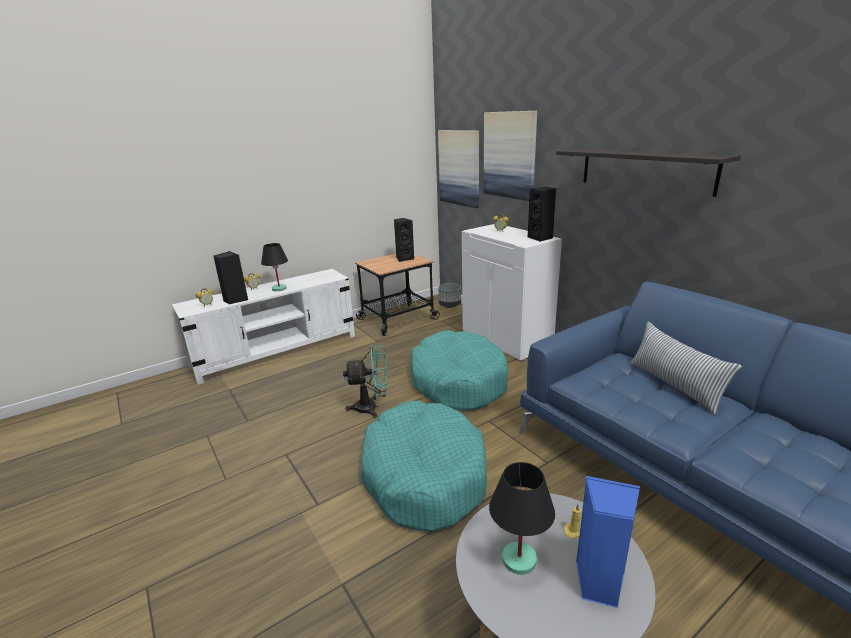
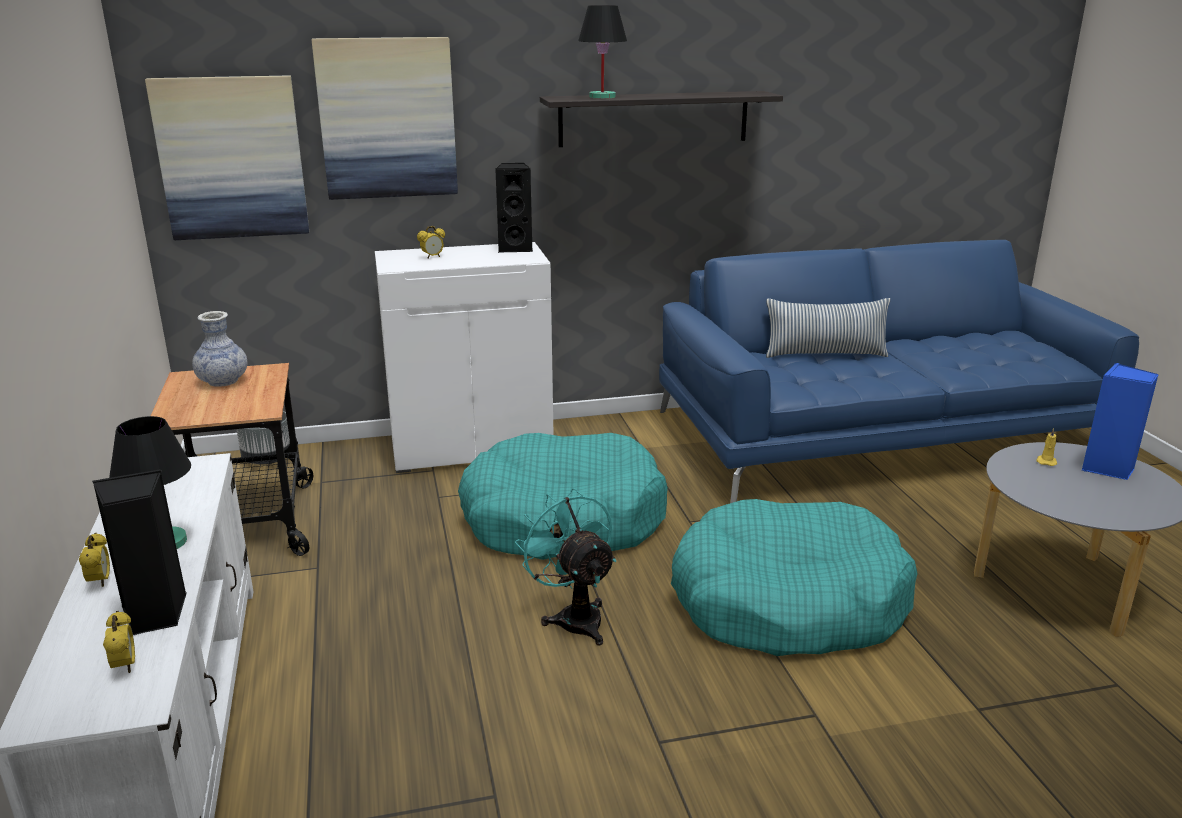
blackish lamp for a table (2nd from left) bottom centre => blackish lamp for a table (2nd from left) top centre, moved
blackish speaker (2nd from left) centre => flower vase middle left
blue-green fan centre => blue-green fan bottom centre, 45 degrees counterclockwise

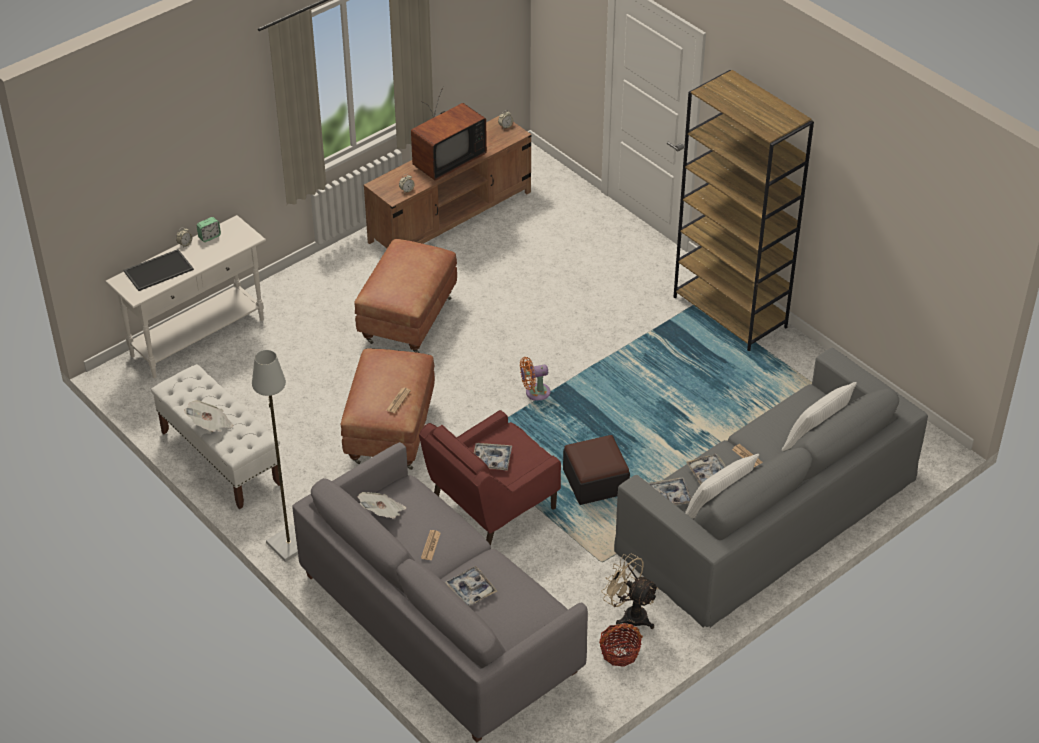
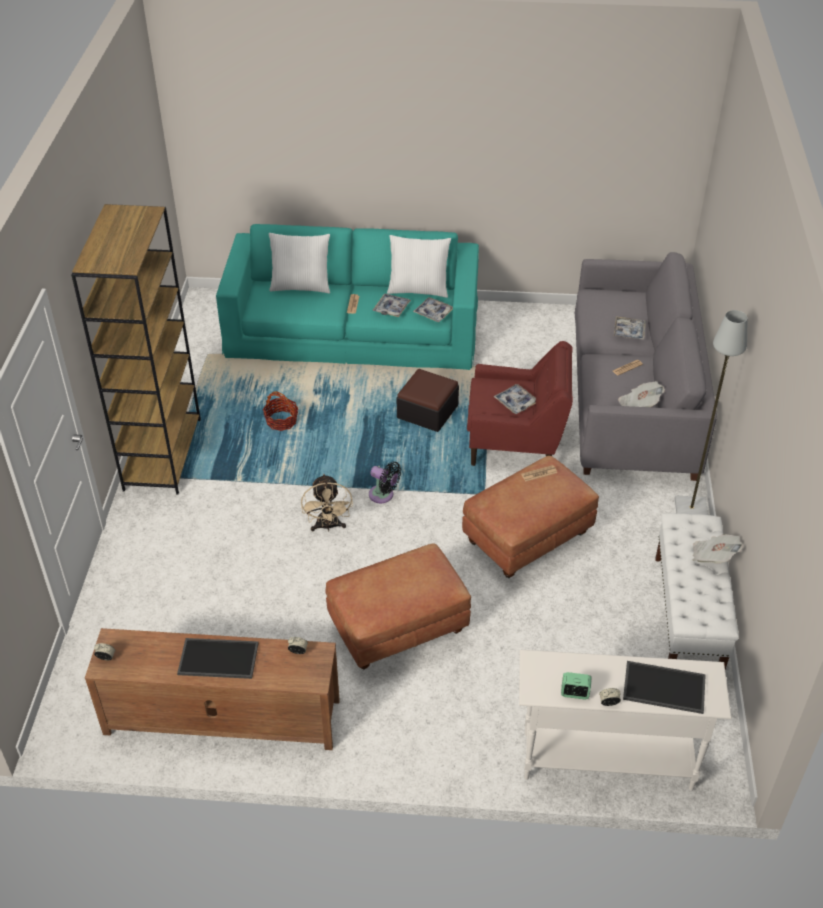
basket bottom centre => basket centre, moved
sand-coloured fan bottom centre => sand-coloured fan centre, moved
TV set top centre => tray (1st from left) bottom left
orangey fan centre => blackish fan centre
grey sofa (2nd from left) middle right => blue-green sofa top centre

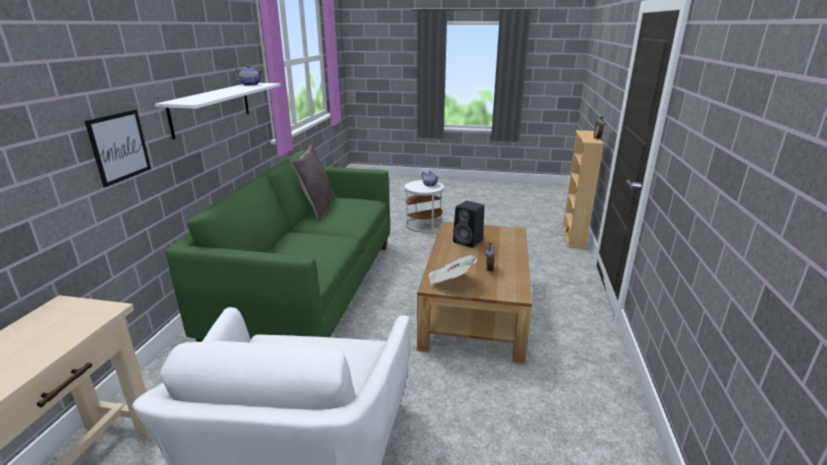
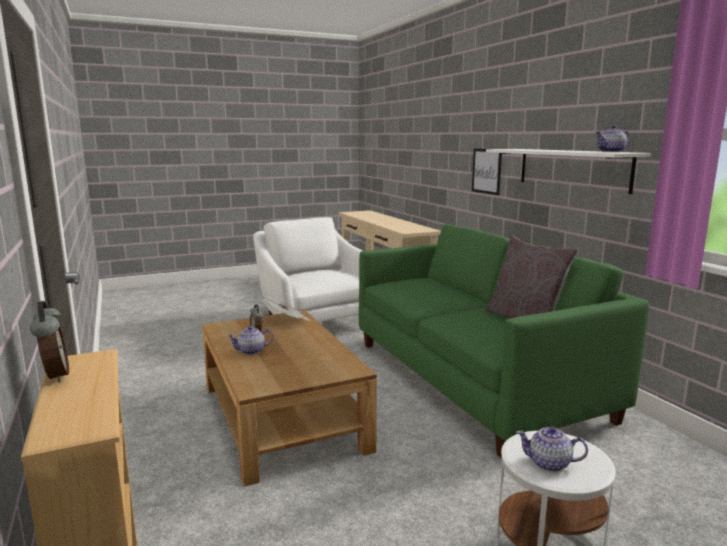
blackish speaker centre => nothing
nothing => teapot (1st from left) centre

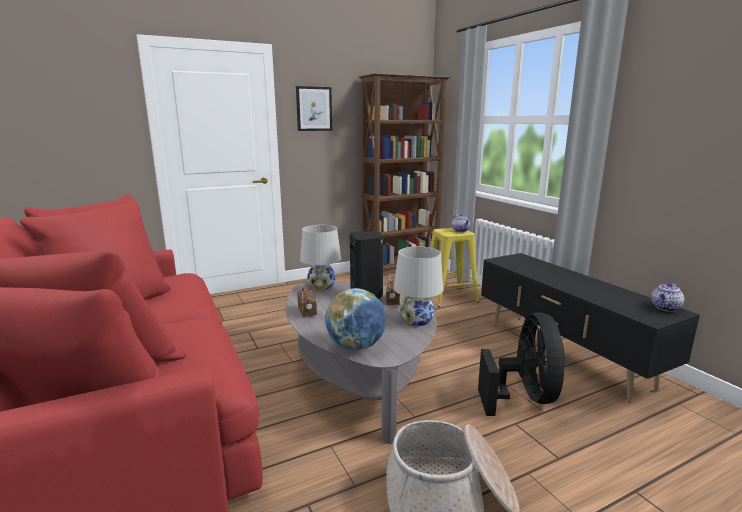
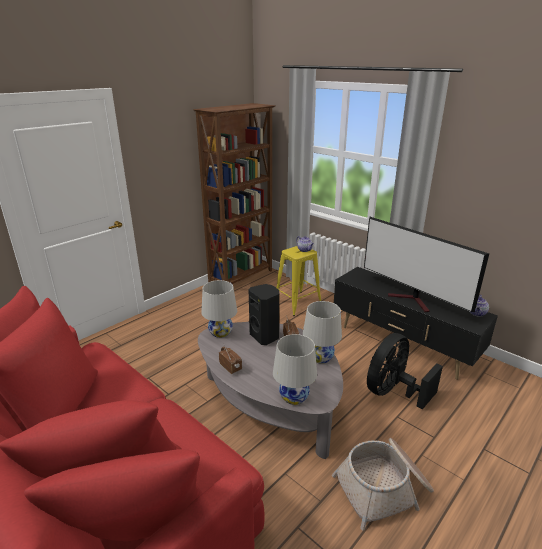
picture top centre => nothing
nothing => TV set middle right
globe centre => white lamp for a table (2nd from left) bottom centre
blackish fan bottom right, 120 degrees counterclockwise

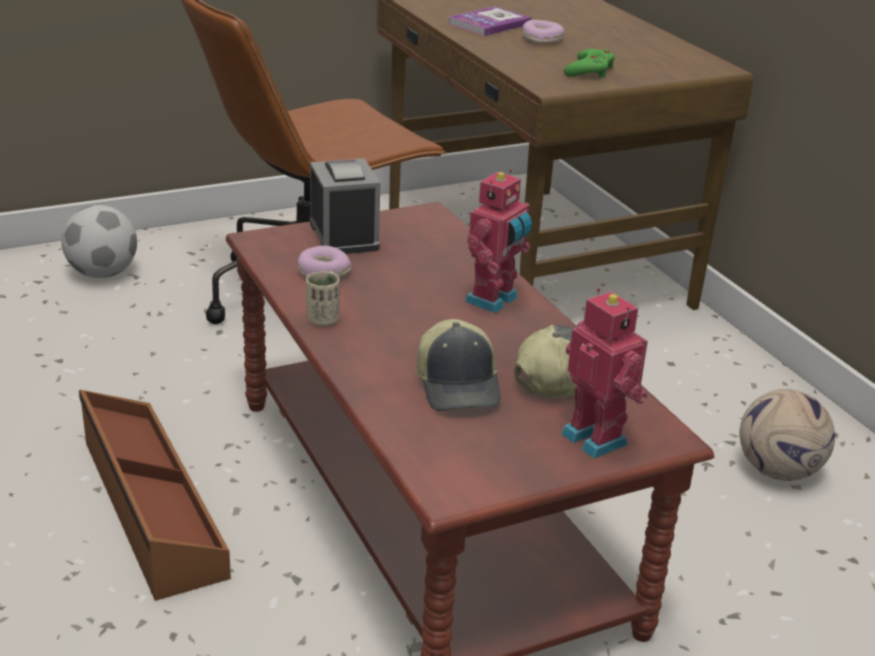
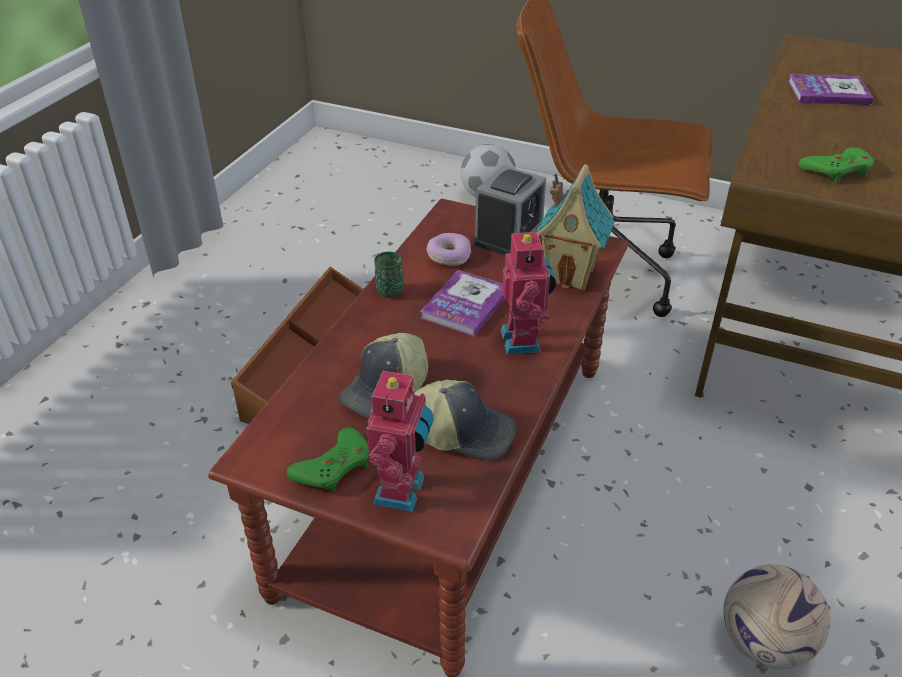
donut (2nd from left) top centre => nothing
nothing => green joypad (1st from left) bottom centre
nothing => book (1st from left) centre
nothing => miniature house centre
sand-coloured drinking cup centre => green drinking cup centre
robot figure (1st from left in the first image) centre => robot figure (2nd from left) centre, 90 degrees counterclockwise

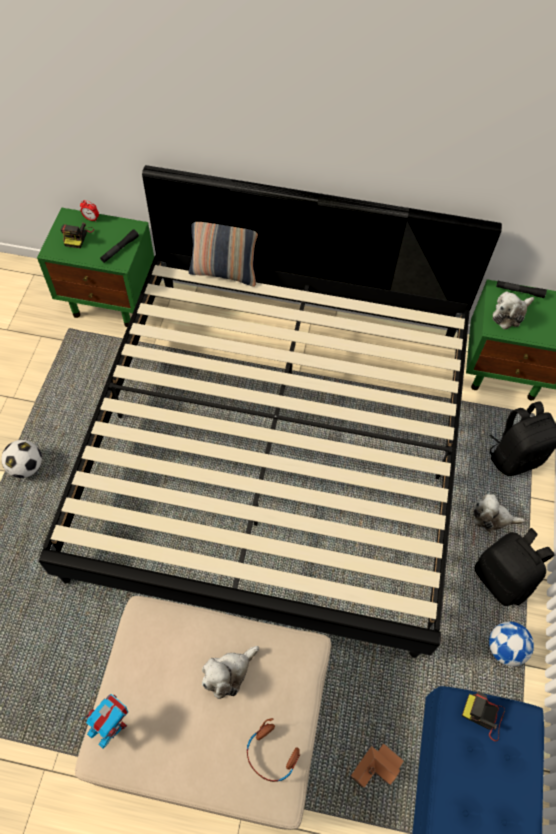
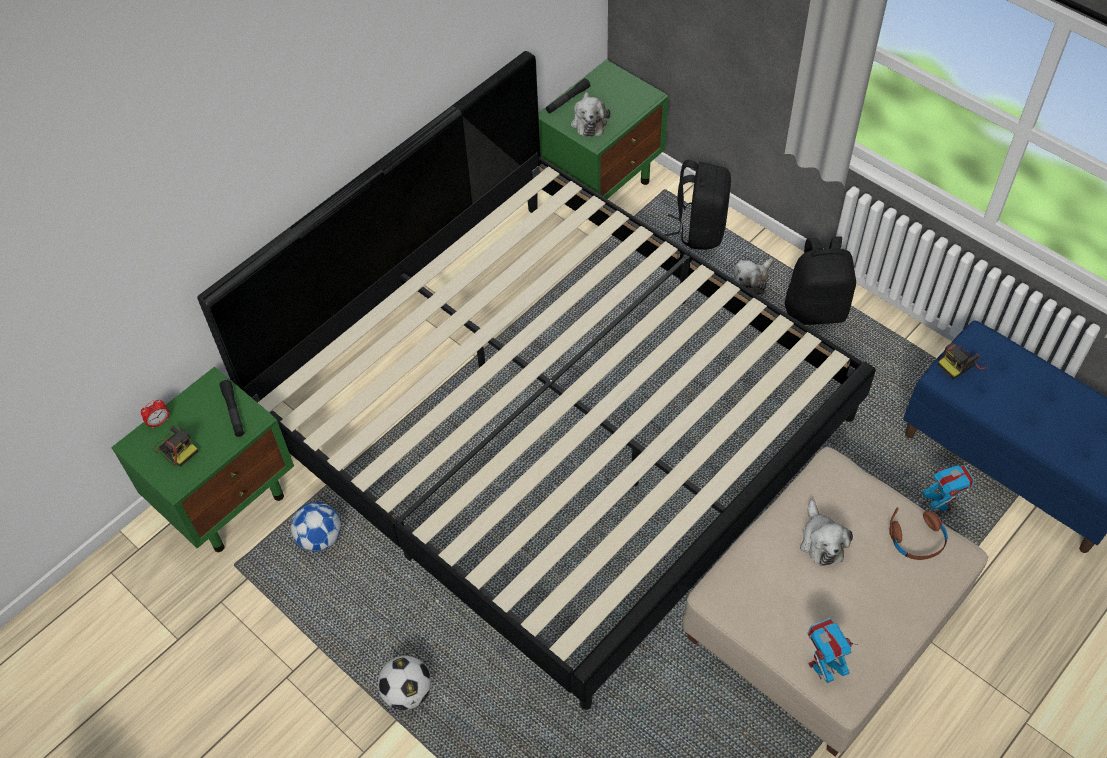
pillow top centre => nothing
football ball (2nd from left in the first image) bottom right => football ball (1st from left) bottom left, moved
miniature house bottom right => robot figure (2nd from left) middle right

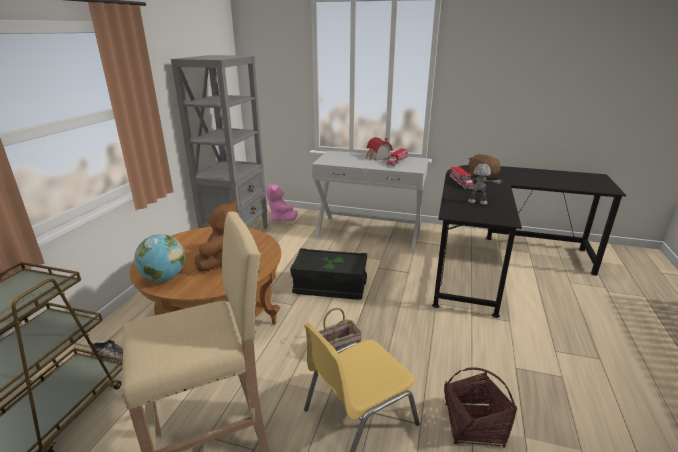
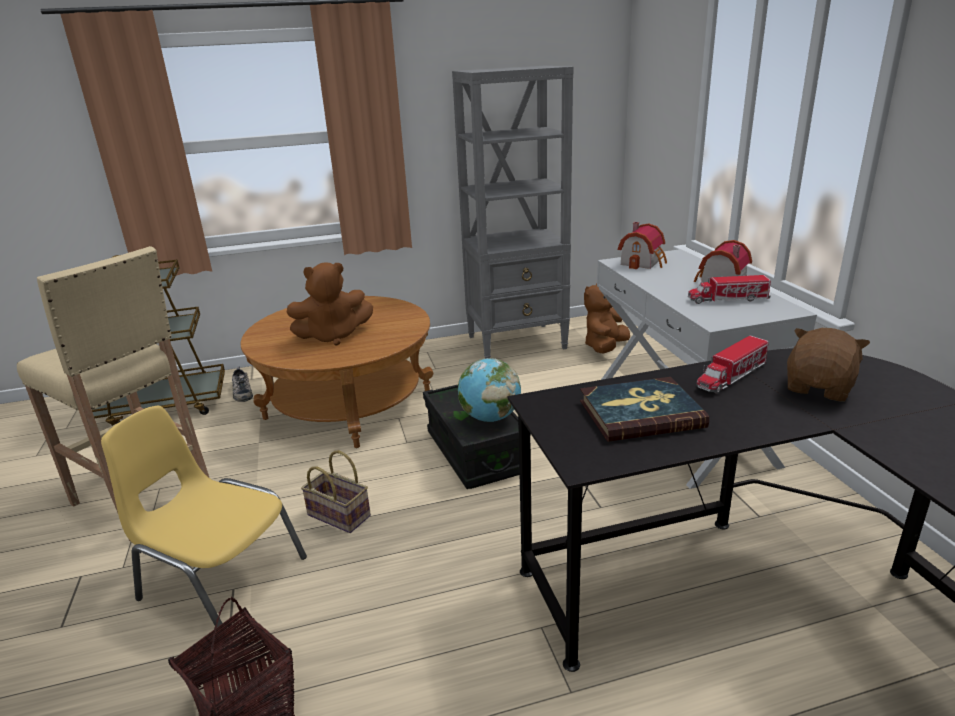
nothing => miniature house (1st from left) middle right
globe middle left => globe centre, moved
robot figure middle right => book middle right
pink soft toy centre => brownish soft toy (2nd from left) centre

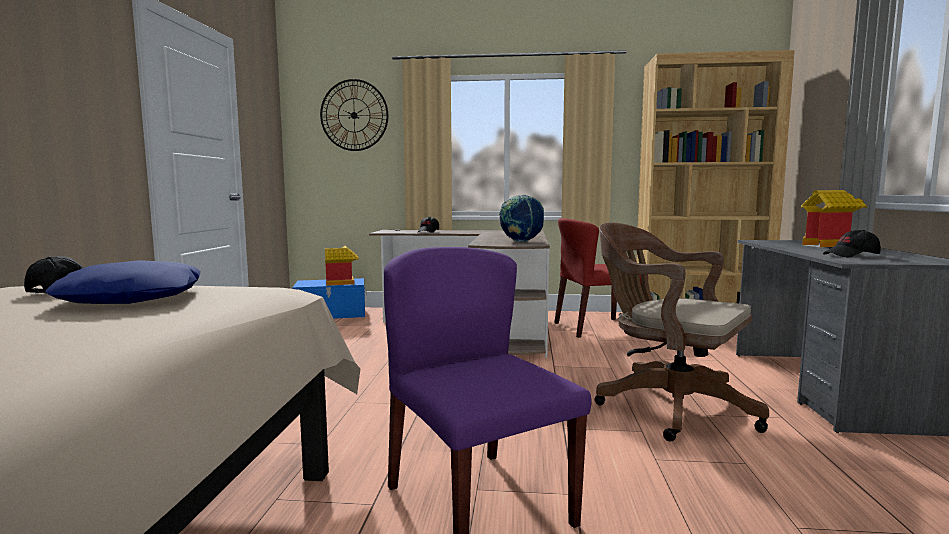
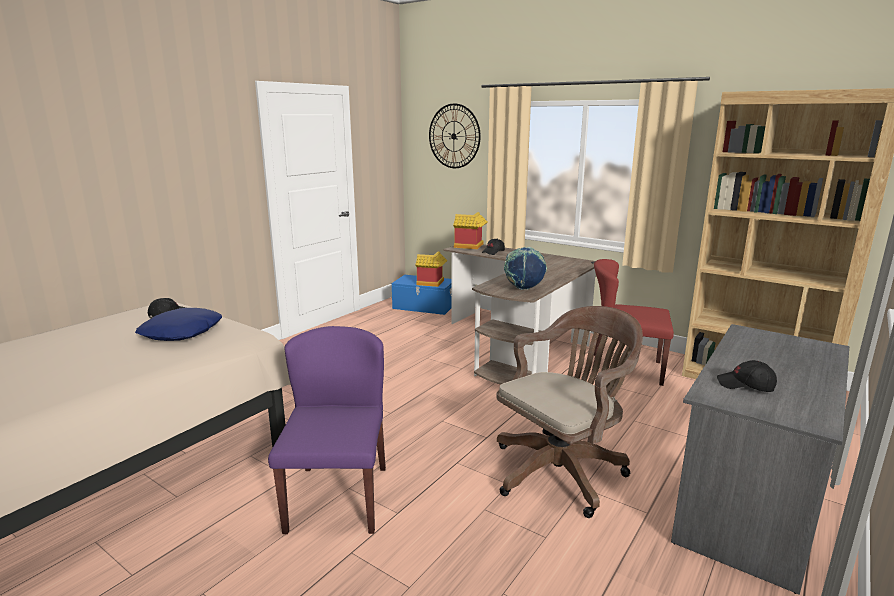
miniature house (2nd from left) middle right => miniature house (2nd from left) centre, moved
brownish desk chair middle right => brownish desk chair bottom centre, 75 degrees clockwise

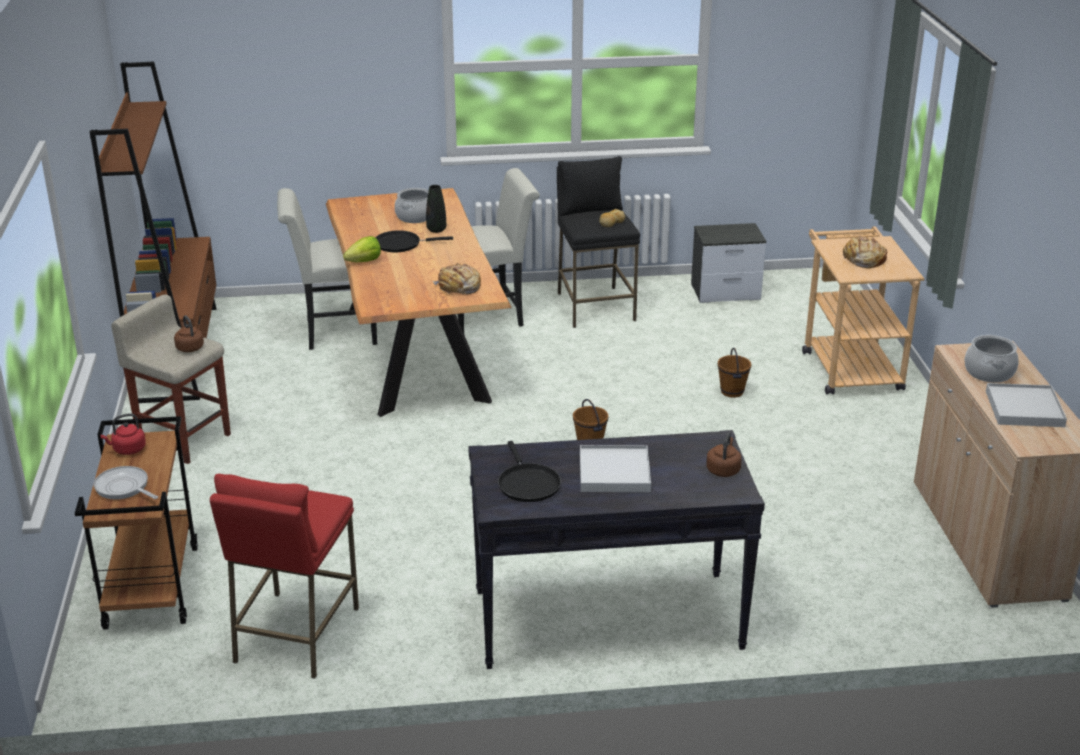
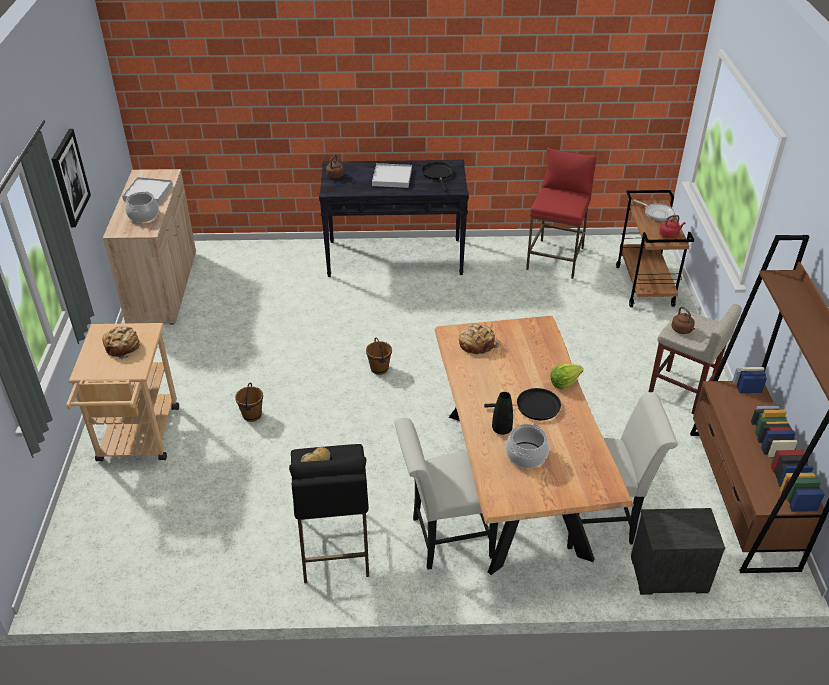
nothing => picture top left
bedside table middle right => bedside table bottom right, moved

